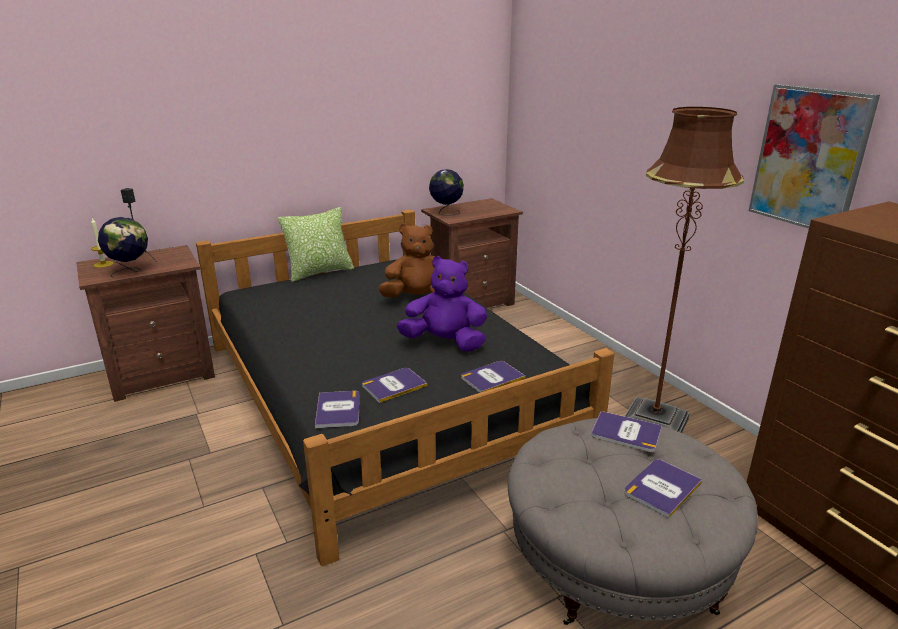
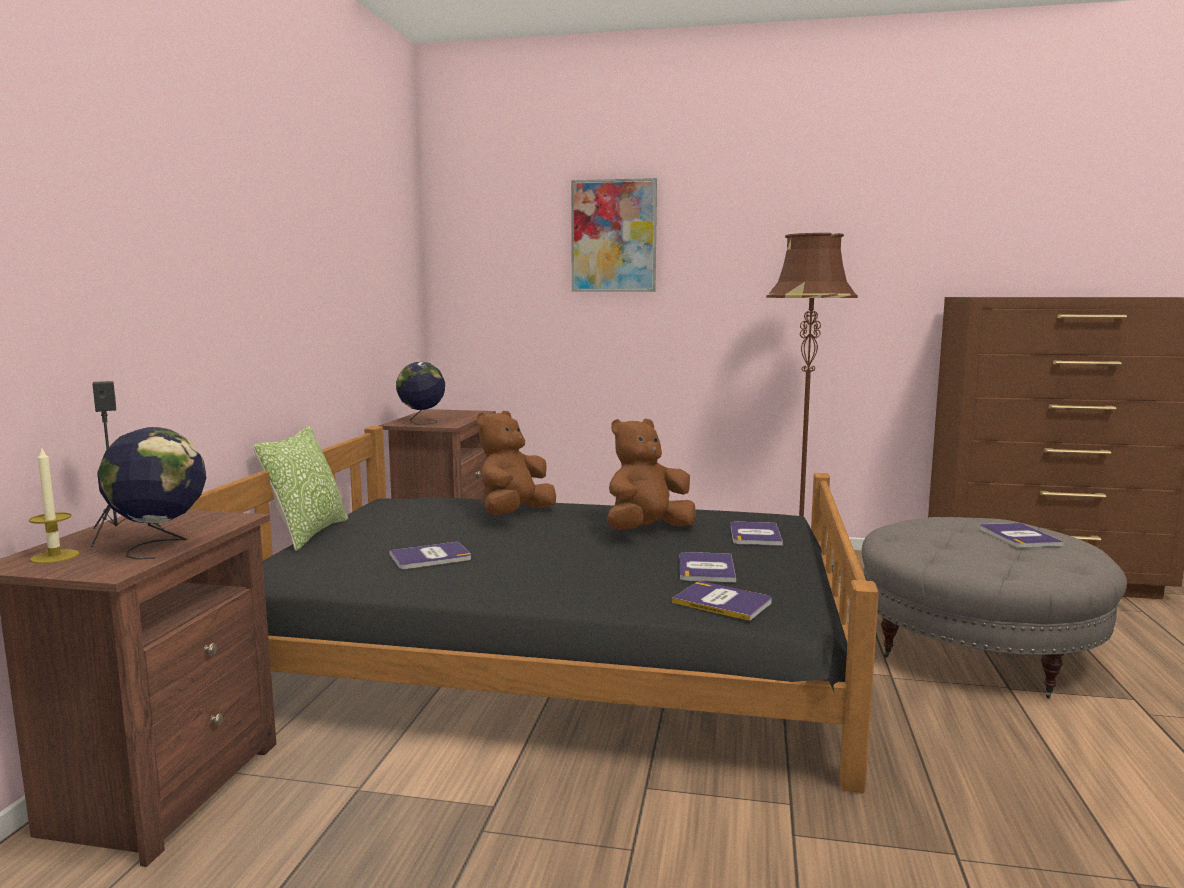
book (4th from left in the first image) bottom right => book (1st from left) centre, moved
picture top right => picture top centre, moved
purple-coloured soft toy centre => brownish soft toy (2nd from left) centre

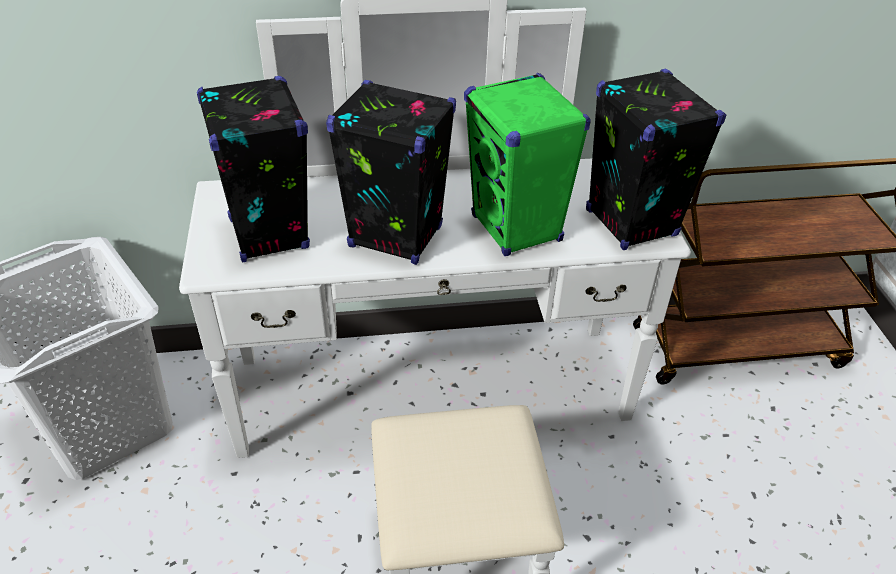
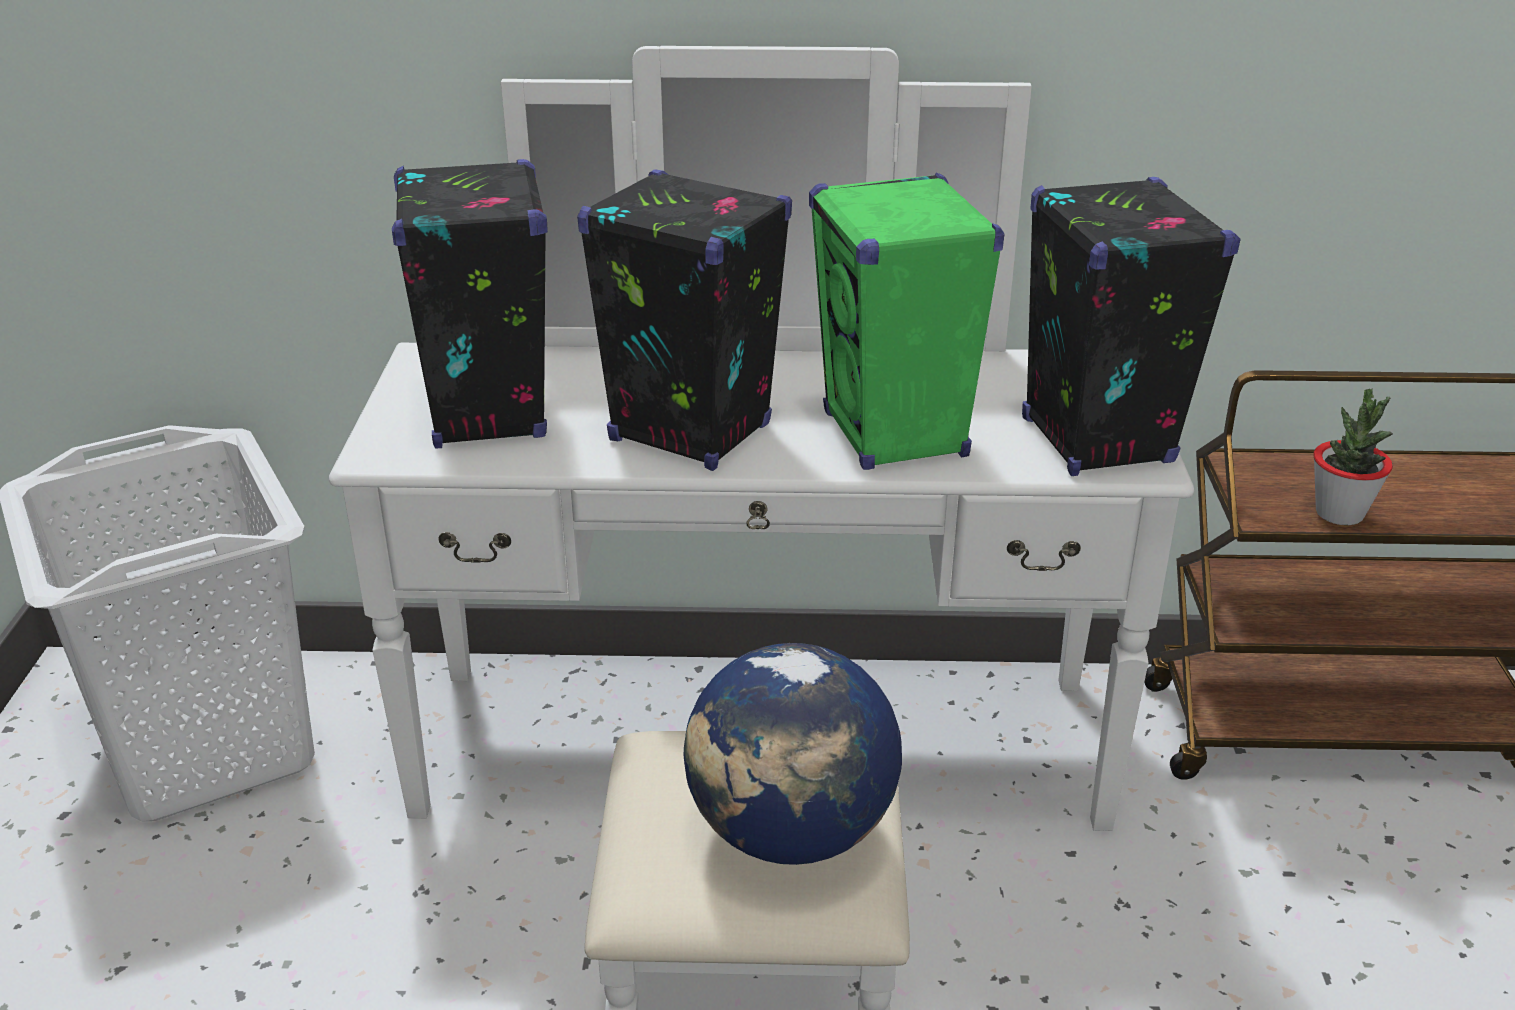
nothing => globe bottom centre
nothing => potted plant middle right

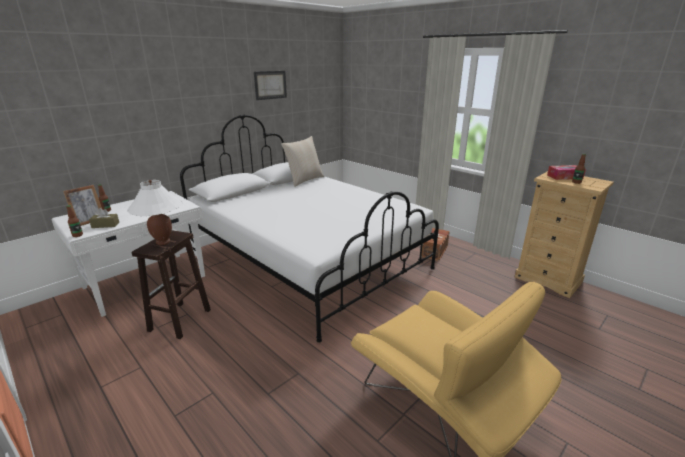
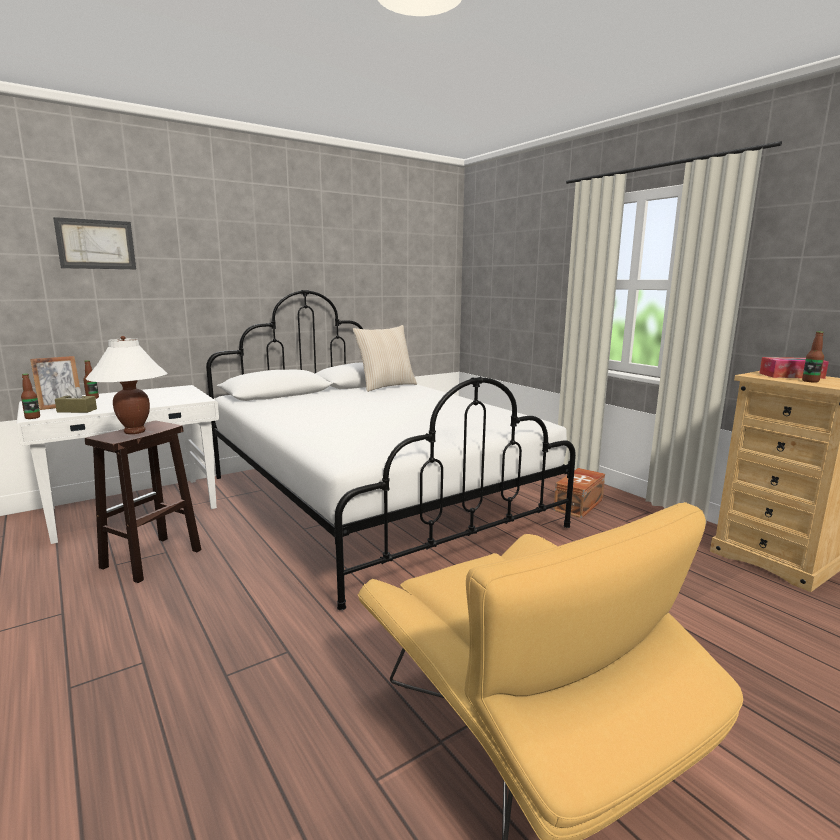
picture top centre => picture top left, moved

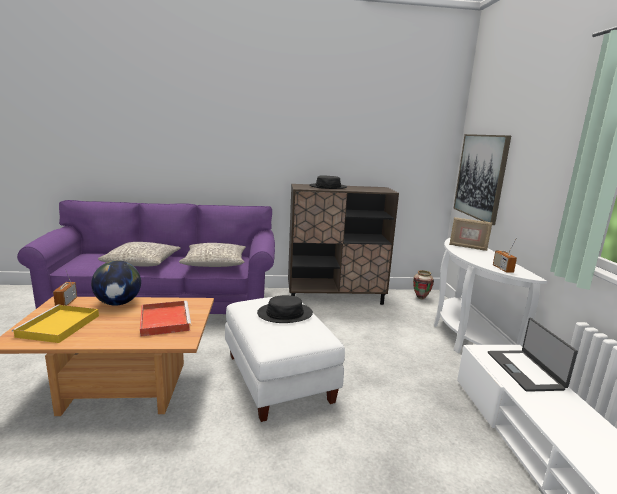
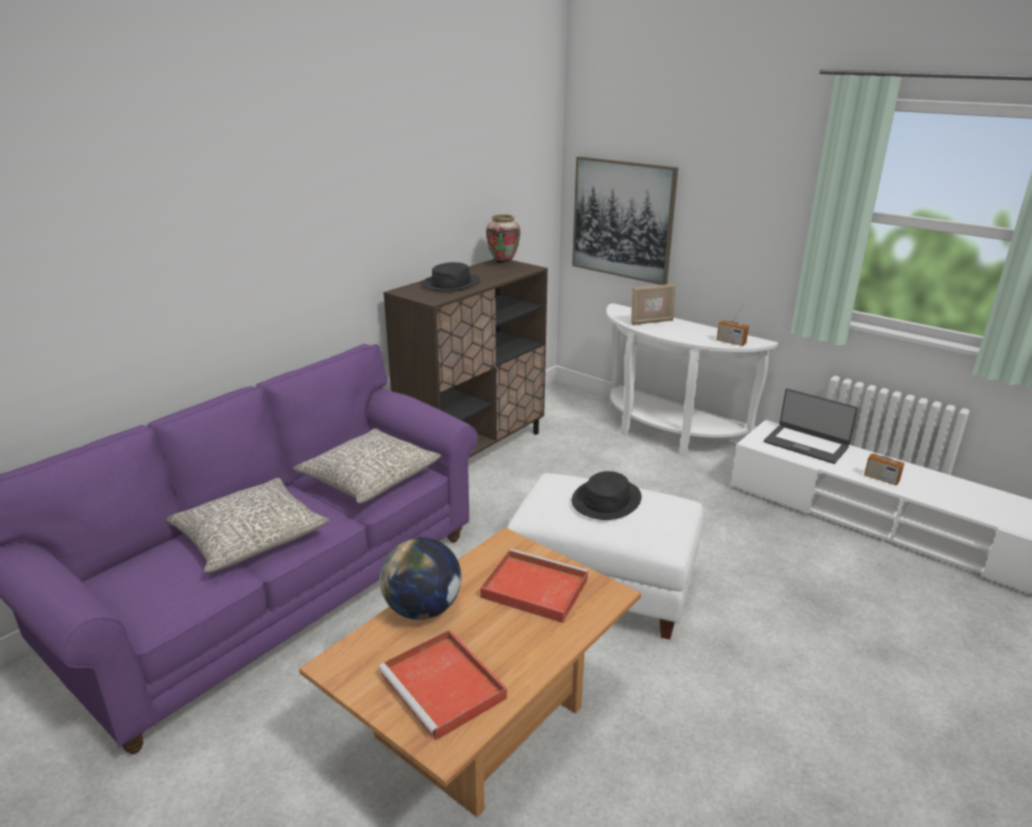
radio (1st from left in the first image) middle left => radio (2nd from left) middle right, moved
flower vase middle right => flower vase top centre, moved
yellowish tray middle left => red-coloured tray (1st from left) bottom centre

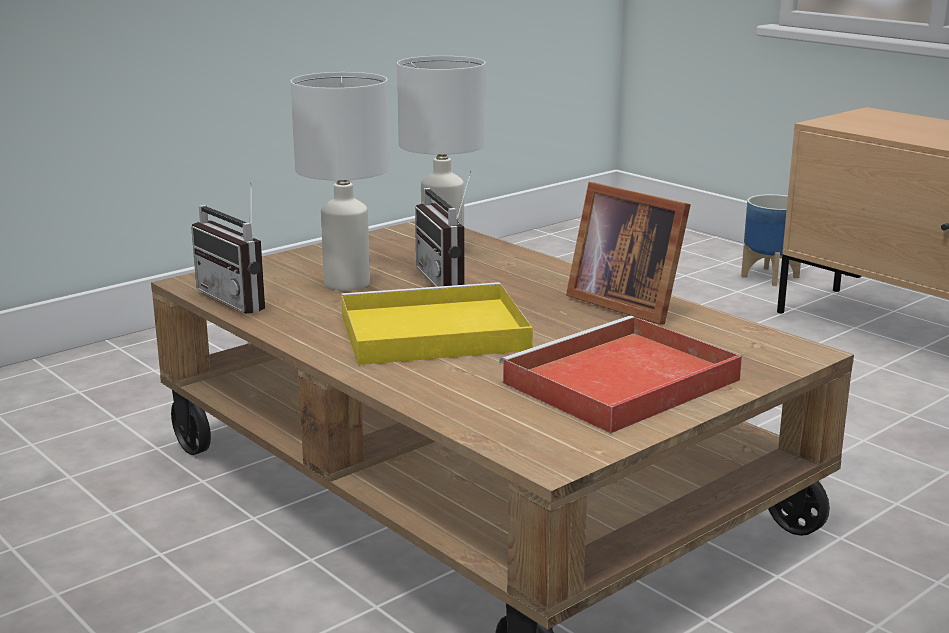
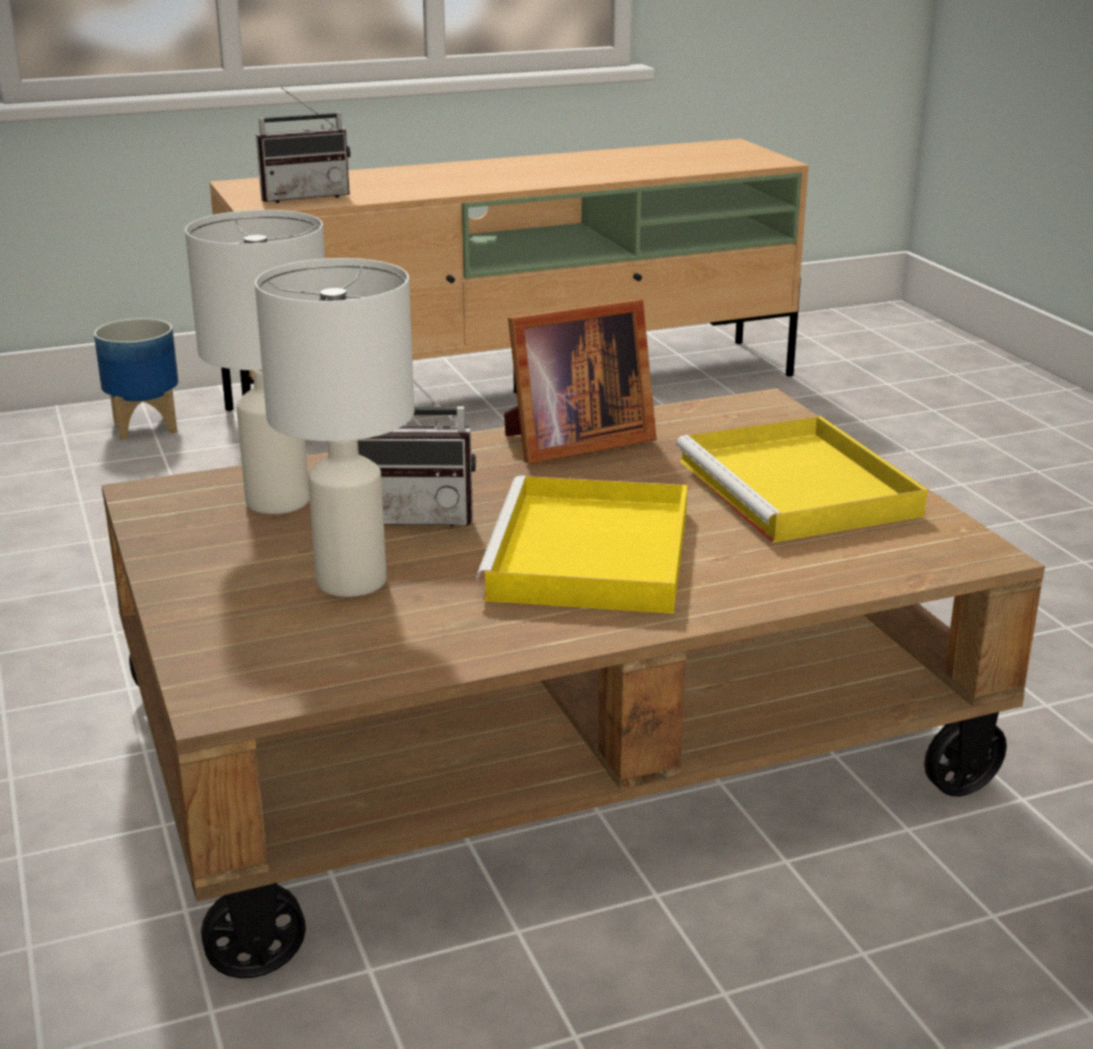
radio (1st from left) middle left => radio (1st from left) top left, moved
red-coloured tray centre => yellowish tray (2nd from left) middle right

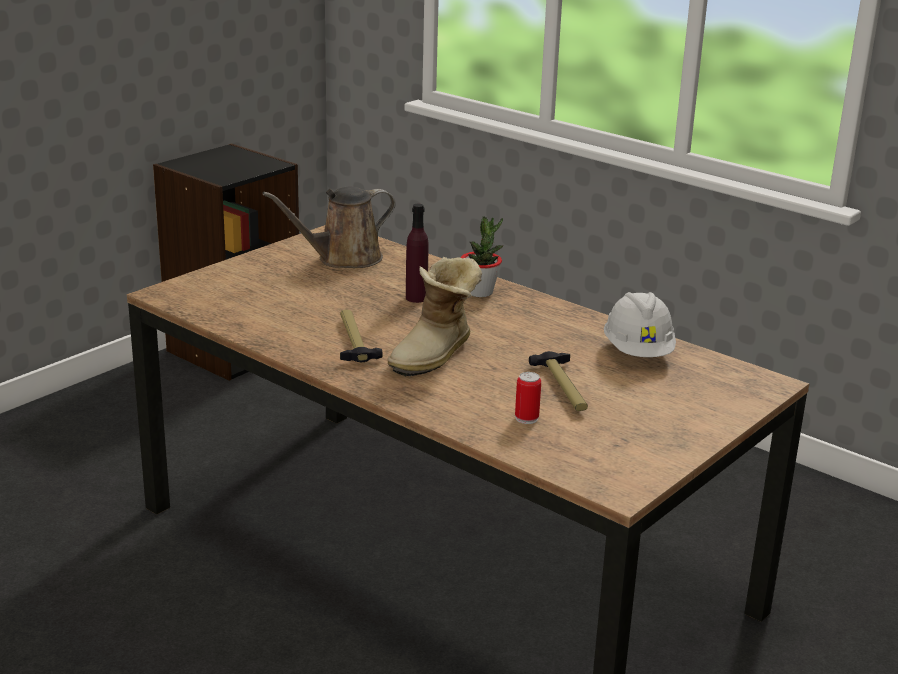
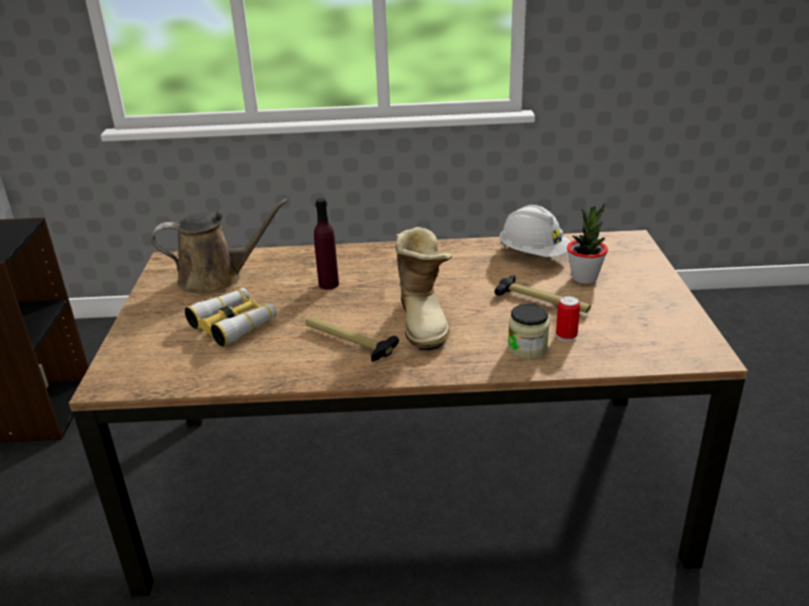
nothing => field glasses middle left
nothing => jar centre
potted plant centre => potted plant middle right, moved
brownish watering pot centre => brownish watering pot middle left, 120 degrees counterclockwise

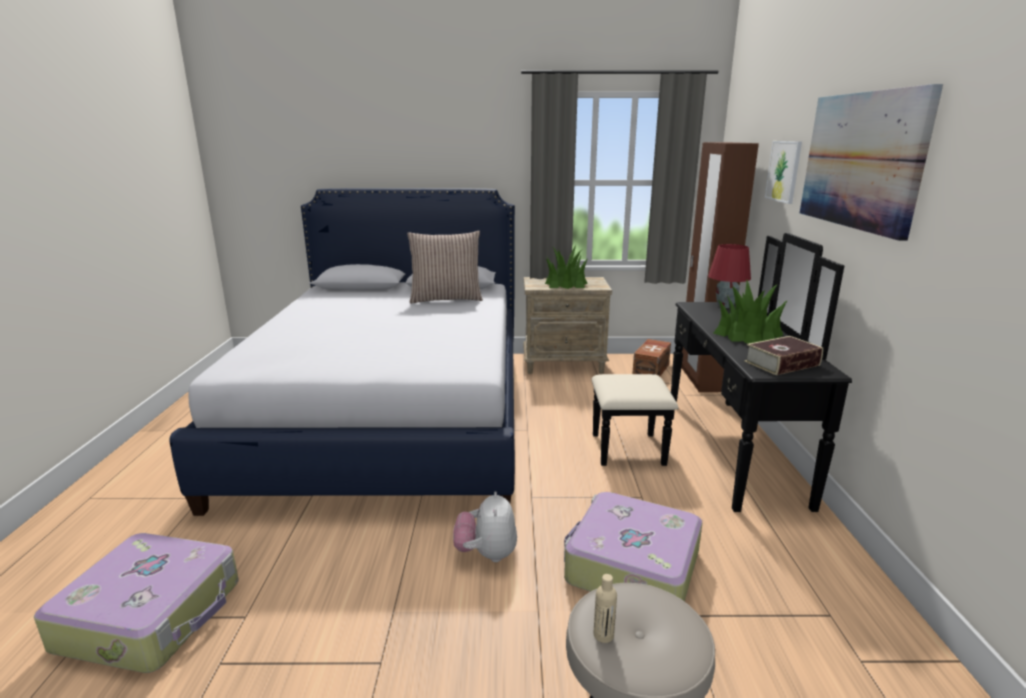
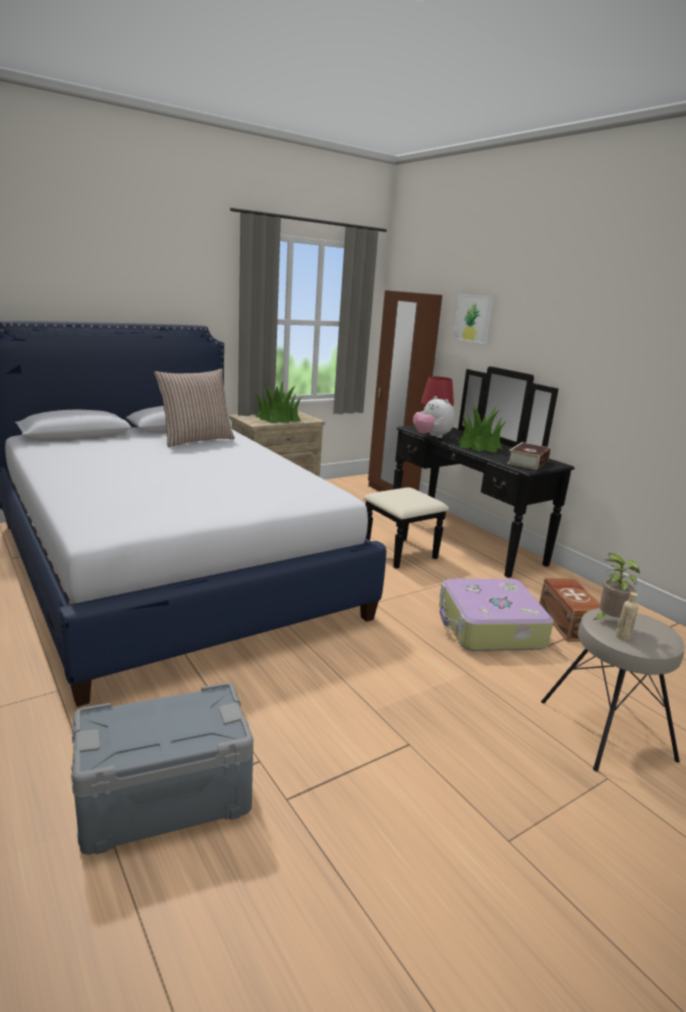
picture (2nd from left) top right => nothing
nothing => potted plant (3rd from left) middle right
soft toy bottom centre => soft toy centre, moved
brownish storage container centre => brownish storage container middle right, moved
suitcase (1st from left) bottom left => grey storage container bottom left

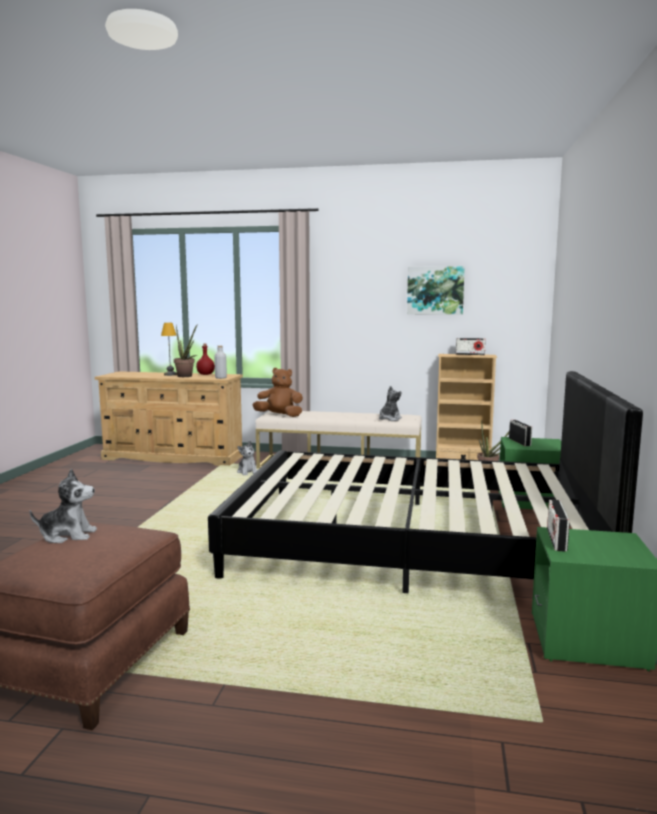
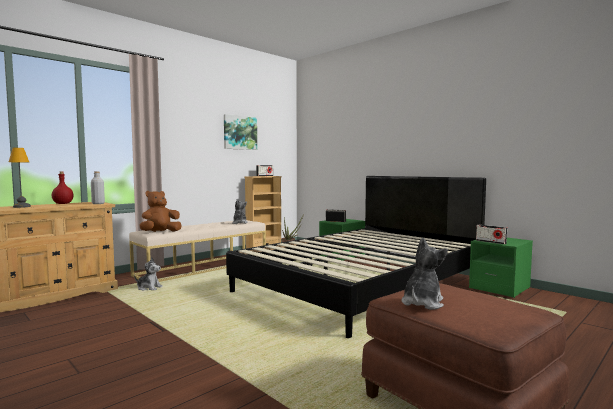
potted plant (1st from left) middle left => nothing

